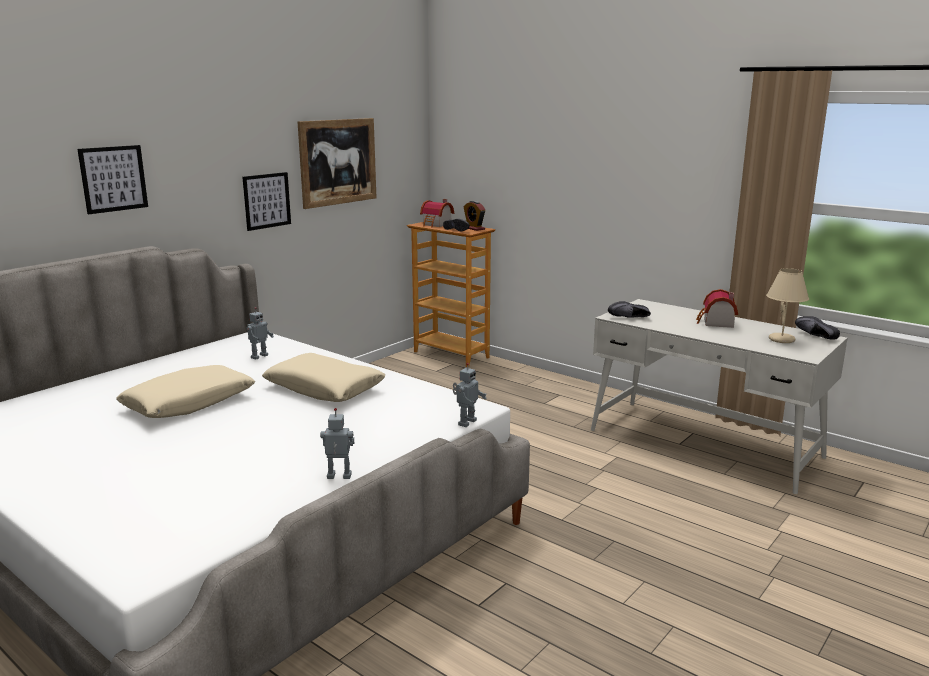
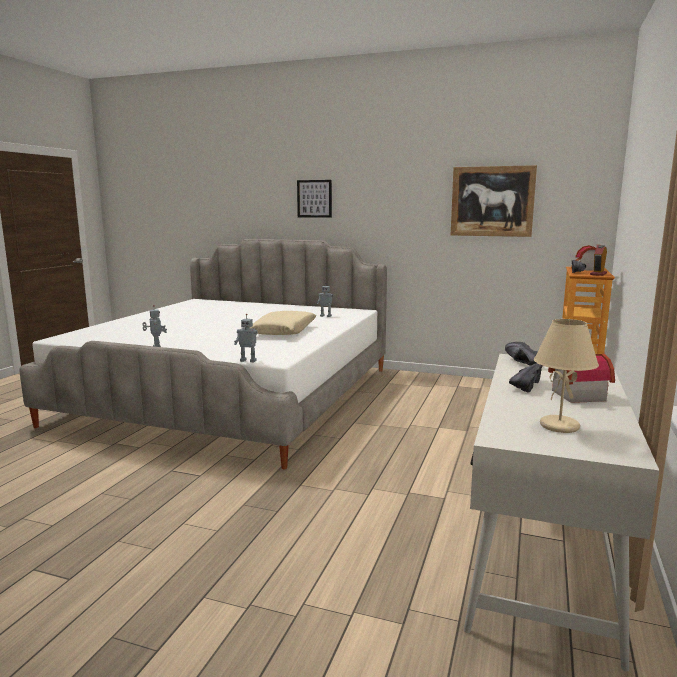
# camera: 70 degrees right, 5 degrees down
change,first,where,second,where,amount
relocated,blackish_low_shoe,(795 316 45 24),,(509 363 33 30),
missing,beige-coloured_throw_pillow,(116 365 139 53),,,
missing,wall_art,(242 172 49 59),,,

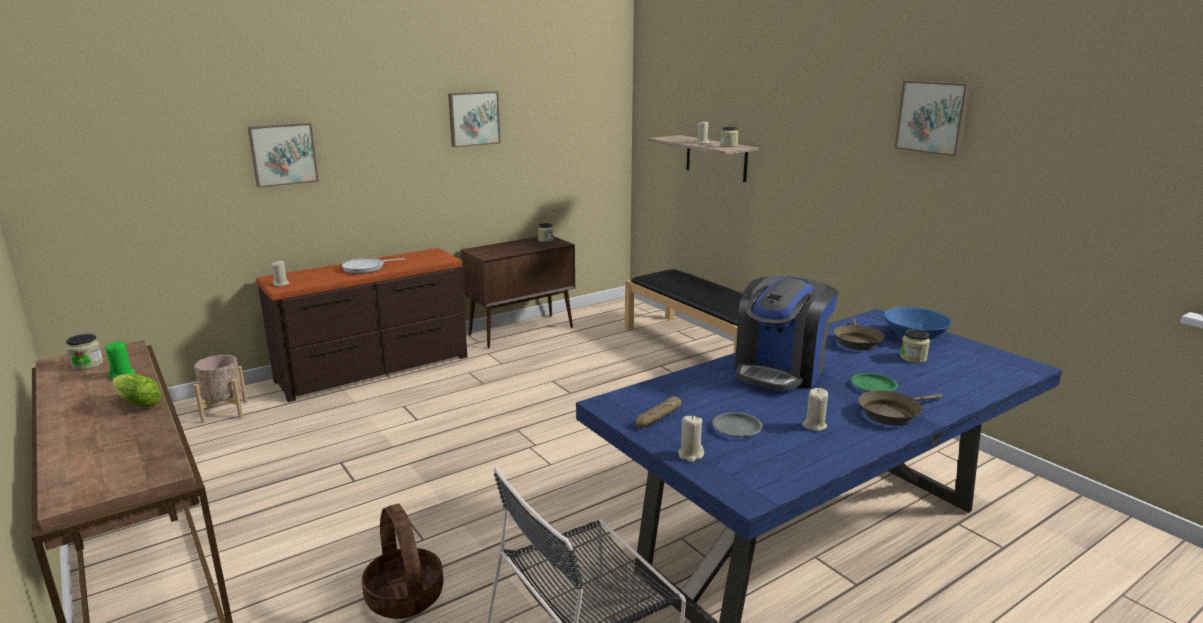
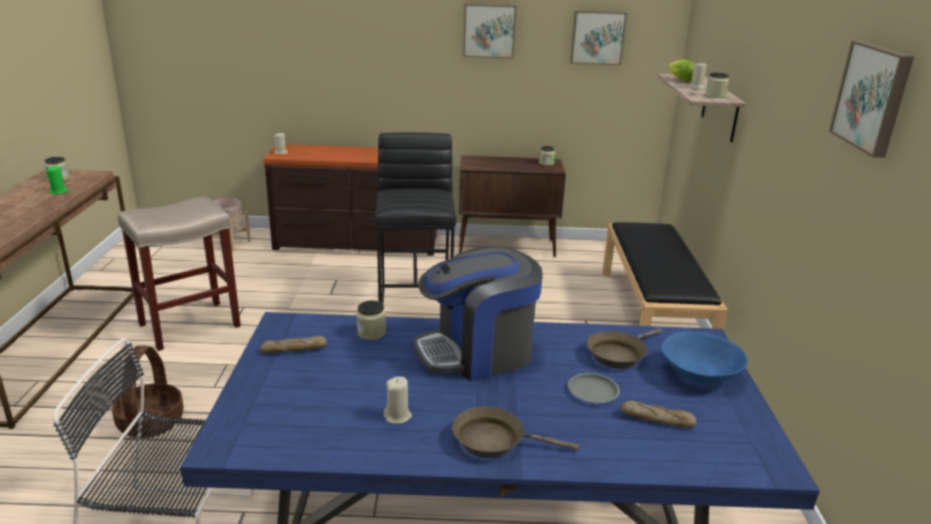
# camera: 35 degrees right, 5 degrees up
change,first,where,second,where,amount
appeared,,,beige-coloured_stool_seat,(118 196 123 155),
relocated,preserve_jar,(900 329 30 34),,(356 300 30 40),
appeared,,,blackish_stool_seat,(375 132 81 172),
relocated,gray_flat_dish,(712 412 51 25),,(568 373 52 30),
relocated,wall_art,(248 123 70 65),,(570 11 57 54),
appeared,,,bakery_bread,(621 401 75 27),
relocated,lettuce,(112 374 50 33),,(668 60 26 22),
missing,skillet,(342 258 63 16),,,
missing,beige-coloured_wax_light,(678 415 26 47),,,
missing,green_flat_dish,(851 373 47 19),,,

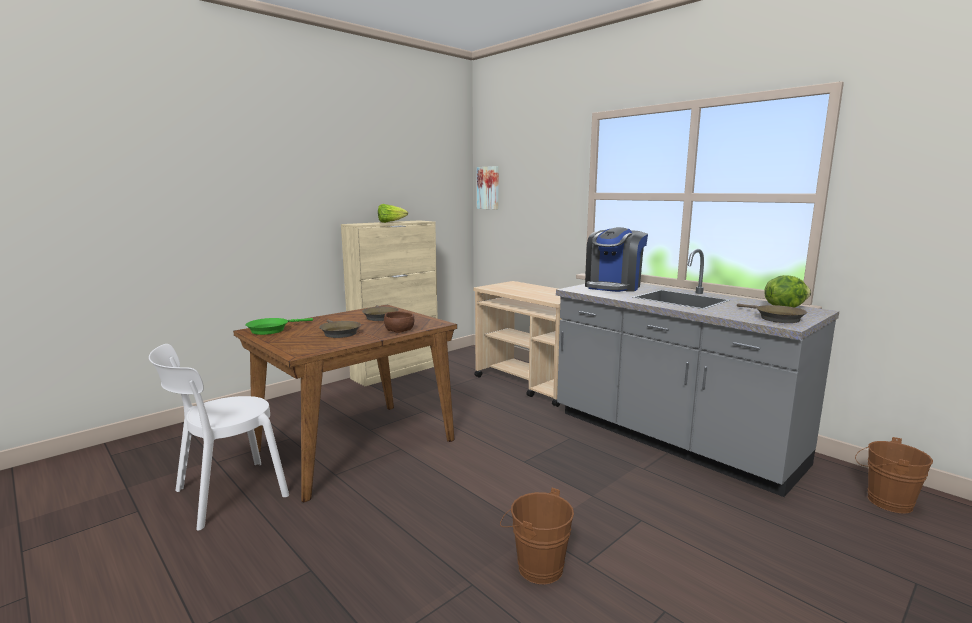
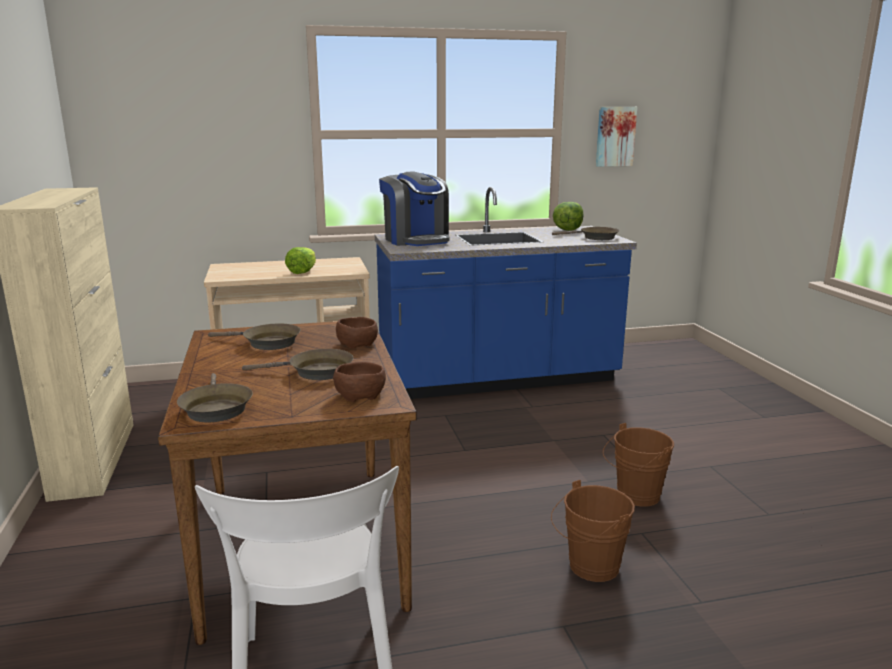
# camera: 60 degrees left, 5 degrees up
change,first,where,second,where,amount
colour,green_skillet,(245 318 68 17),brown-coloured_skillet,(177 373 76 49),
relocated,lettuce,(378 204 30 19),,(285 247 31 27),
appeared,,,brown-coloured_serving_bowl,(333 362 53 40),
colour,gray_kitchen_base_unit,(556 249 283 248),bluish_kitchen_base_unit,(375 187 262 212),
relocated,brown-coloured_water_bucket,(855 437 78 77),,(551 480 84 102),
relocated,wall_art,(477 166 22 43),,(596 107 41 60),

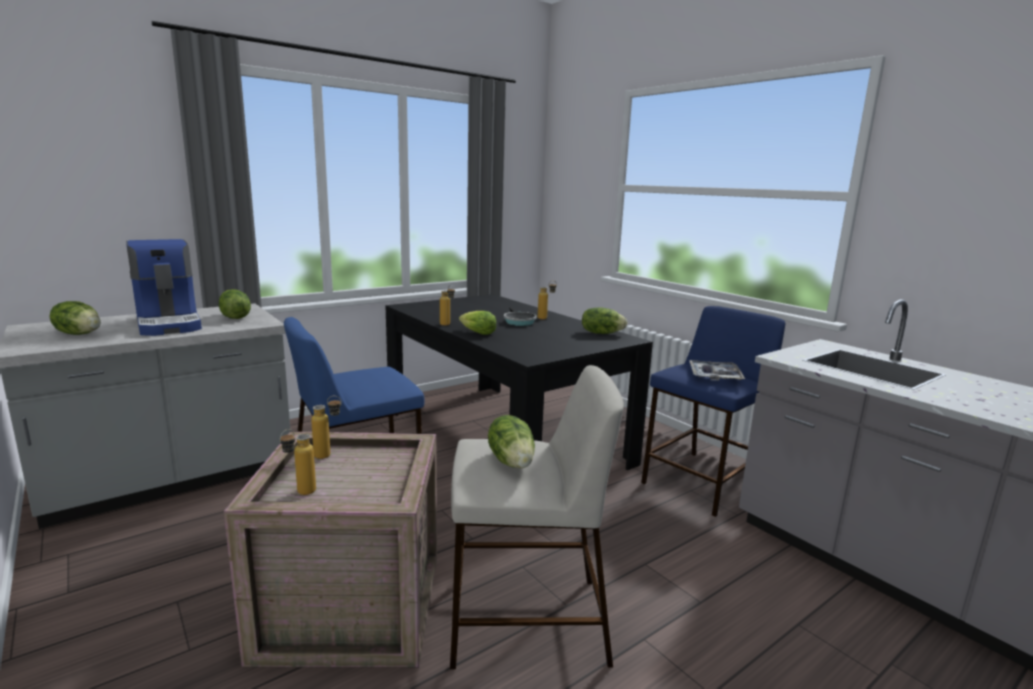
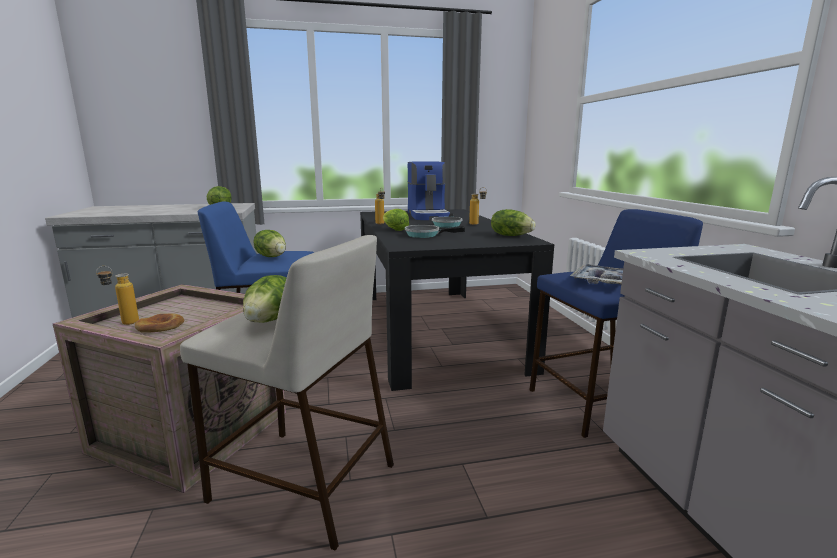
# camera: 25 degrees right, 0 degrees up
change,first,where,second,where,amount
appeared,,,bakery_bread,(135 313 50 19),
relocated,lettuce,(50 301 51 34),,(253 230 33 27),
appeared,,,skillet,(405 225 60 13),
relocated,coffee_machine,(126 239 76 97),,(407 162 43 58),
missing,drink_bottle,(311 396 31 63),,,

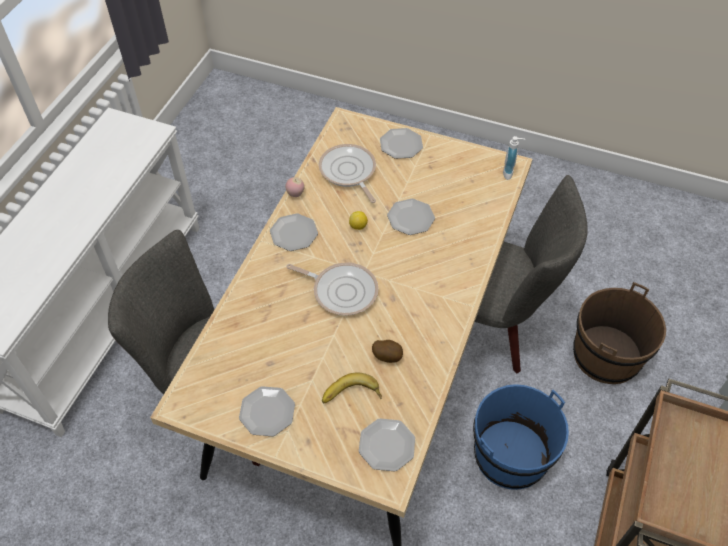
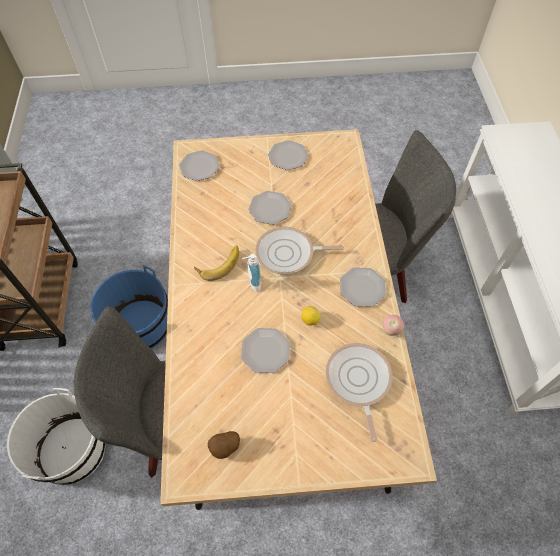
# camera: 155 degrees right, 5 degrees up
change,first,where,second,where,amount
colour,brown-coloured_water_bucket,(573 282 93 102),whitish_water_bucket,(7 388 98 97),
relocated,banana,(322 373 60 30),,(194 245 45 36),
relocated,spud,(372 340 31 23),,(208 431 32 28),
relocated,soap_dispenser,(503 136 23 44),,(242 254 19 38),
relocated,flat_dish,(380 128 43 31),,(248 191 44 34),
spun,skillet,(319 144 57 59),,(326 343 67 99),135 degrees counterclockwise

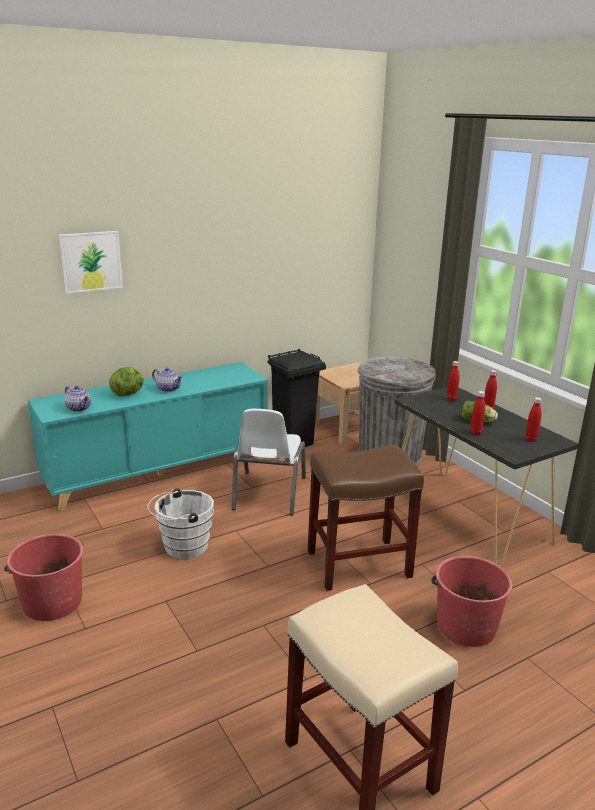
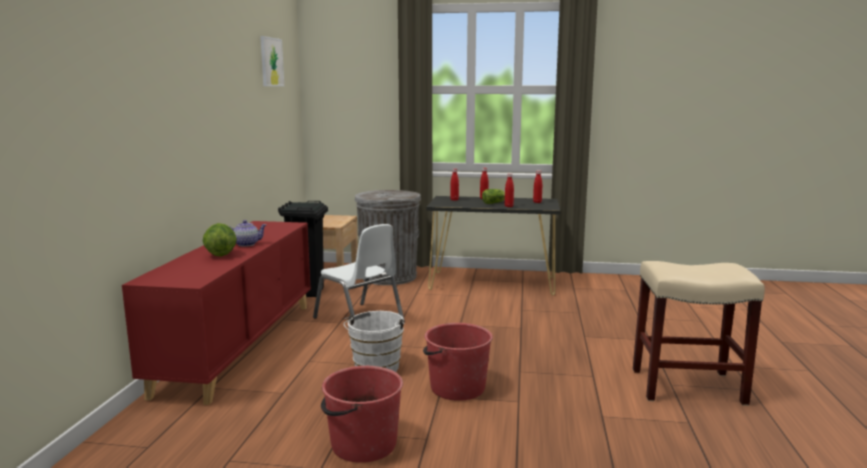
# camera: 50 degrees left, 10 degrees down
change,first,where,second,where,amount
colour,blue-green_cabinet,(28 362 240 149),red-coloured_cabinet,(122 221 189 184),
relocated,wall_art,(59 231 64 63),,(260 36 24 50),
relocated,red-coloured_water_bucket,(431 556 81 91),,(423 323 70 78),
missing,teapot,(64 385 27 27),,,
missing,brown-coloured_stool_seat,(308 445 116 146),,,

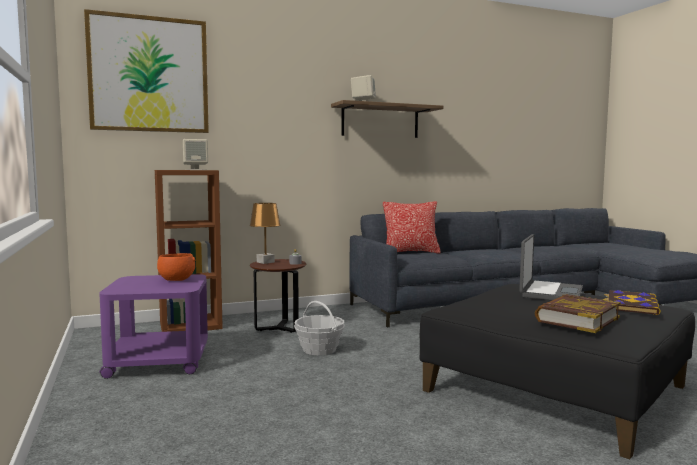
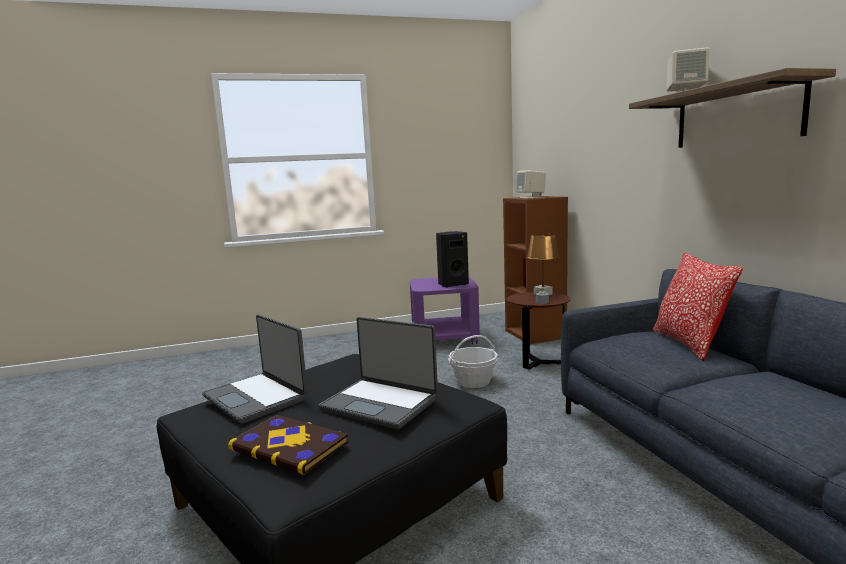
# camera: 95 degrees right, 5 degrees up
change,first,where,second,where,amount
exchanged,volume,(535 294 86 39),laptop,(202 314 106 110),
exchanged,orangey_serving_bowl,(157 253 39 28),blackish_speaker,(436 231 33 57),
missing,wall_art,(84 9 125 124),,,

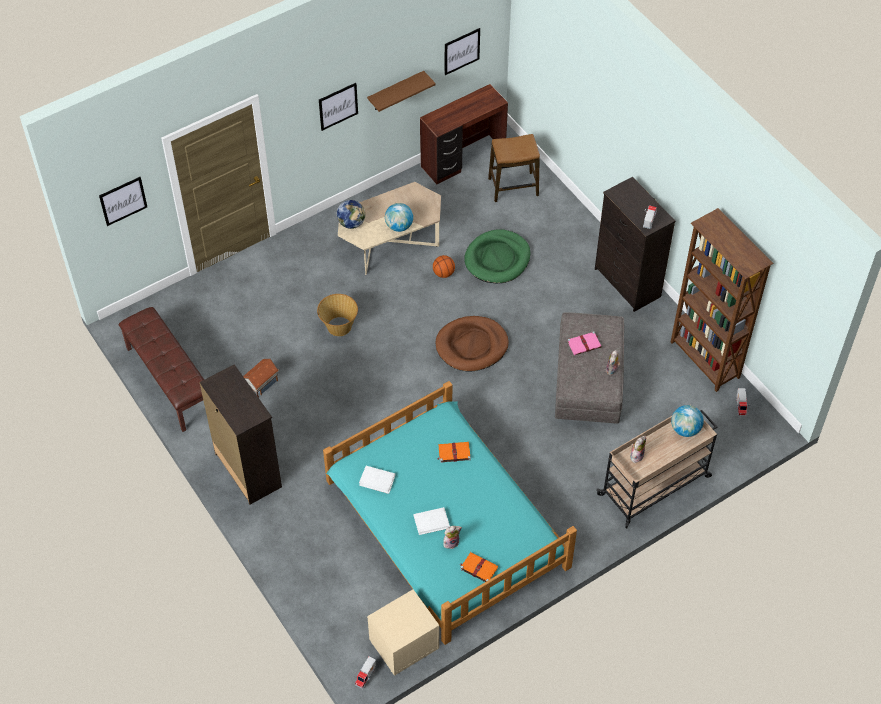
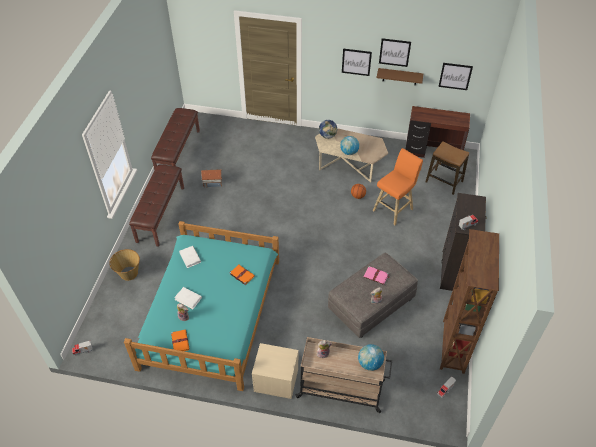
# camera: 45 degrees right, 5 degrees down
change,first,where,second,where,amount
relocated,household_basket,(317 294 41 42),,(109 249 31 32),
exchanged,blackish_drawer_chest,(199 364 83 141),brown-coloured_bench,(129 164 55 83),
relocated,beige-coloured_night_table,(367 589 72 87),,(252 343 46 56),
exchanged,green_dog_bed,(464 229 67 54),orangey_stool_seat,(373 148 50 77),
relocated,wall_art,(99 177 48 49),,(379 38 32 29),
missing,brown-coloured_dog_bed,(436 316 73 55),,,

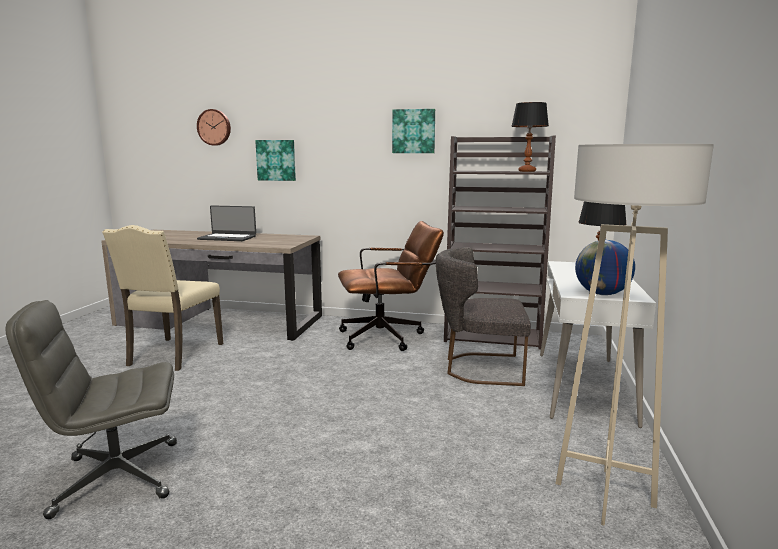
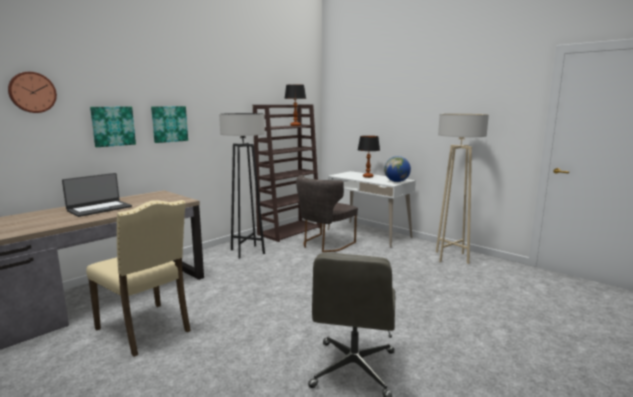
# camera: 60 degrees left, 0 degrees up
change,first,where,second,where,amount
relocated,wall_art,(392 109 43 44),,(151 106 37 37),
exchanged,brown-coloured_desk_chair,(338 221 106 130),gray_standard_lamp,(219 113 46 146),

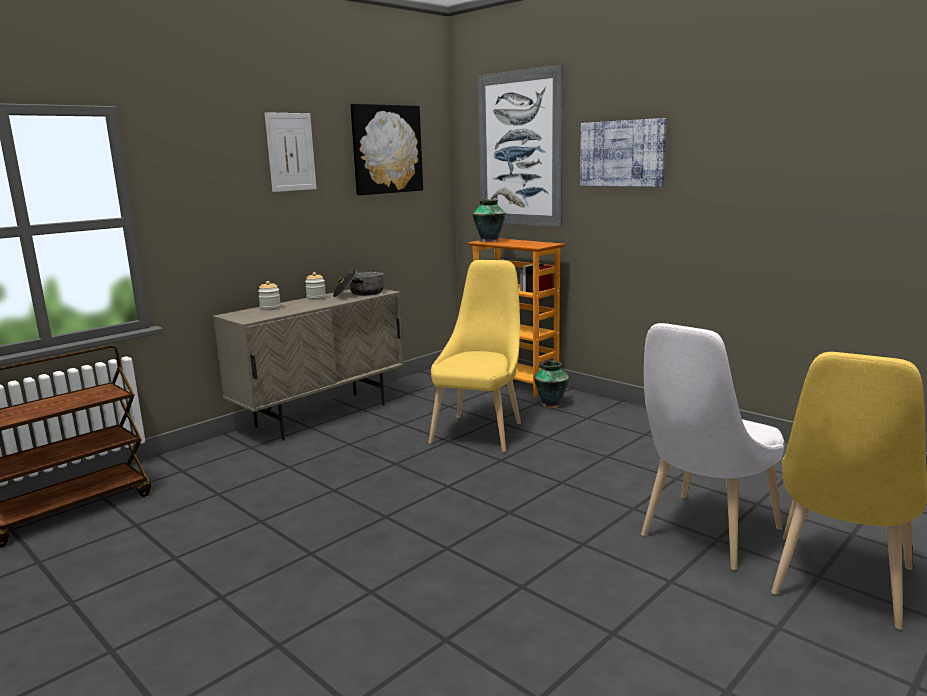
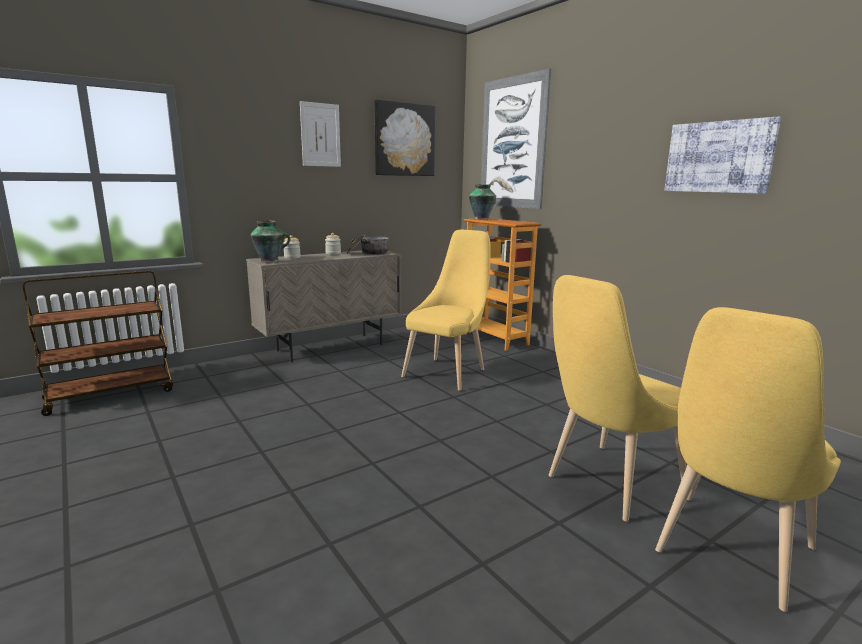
# camera: 10 degrees right, 0 degrees up
change,first,where,second,where,amount
relocated,vase,(534 361 35 47),,(250 221 40 42),
colour,whitish_upright_chair,(641 323 143 247),yellow_upright_chair,(549 275 138 247),
relocated,wall_art,(580 118 87 69),,(664 116 117 78),

